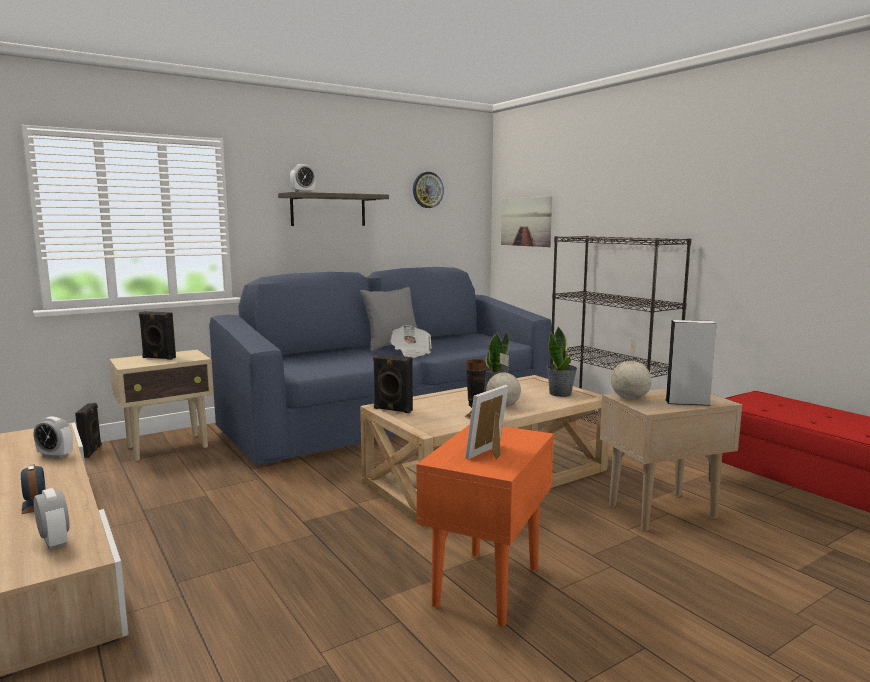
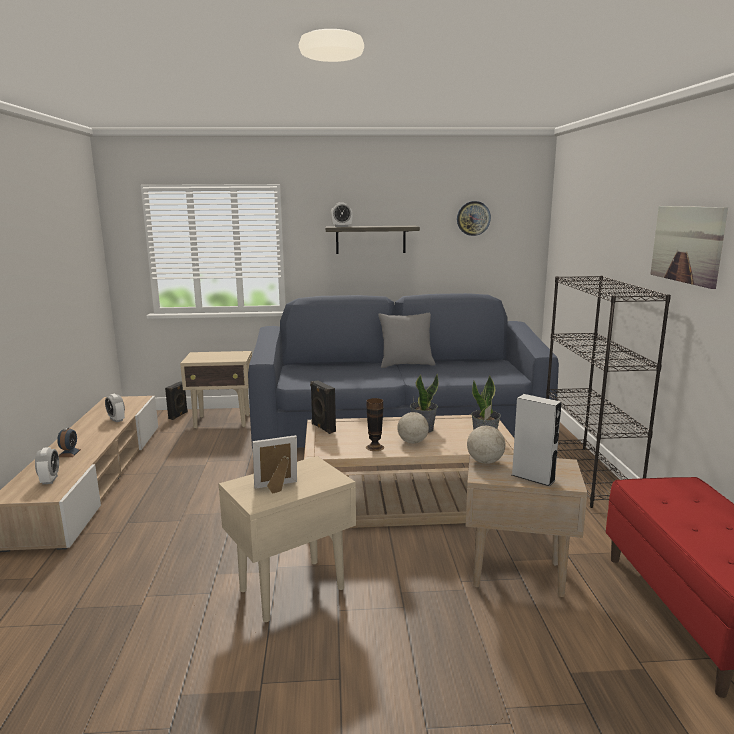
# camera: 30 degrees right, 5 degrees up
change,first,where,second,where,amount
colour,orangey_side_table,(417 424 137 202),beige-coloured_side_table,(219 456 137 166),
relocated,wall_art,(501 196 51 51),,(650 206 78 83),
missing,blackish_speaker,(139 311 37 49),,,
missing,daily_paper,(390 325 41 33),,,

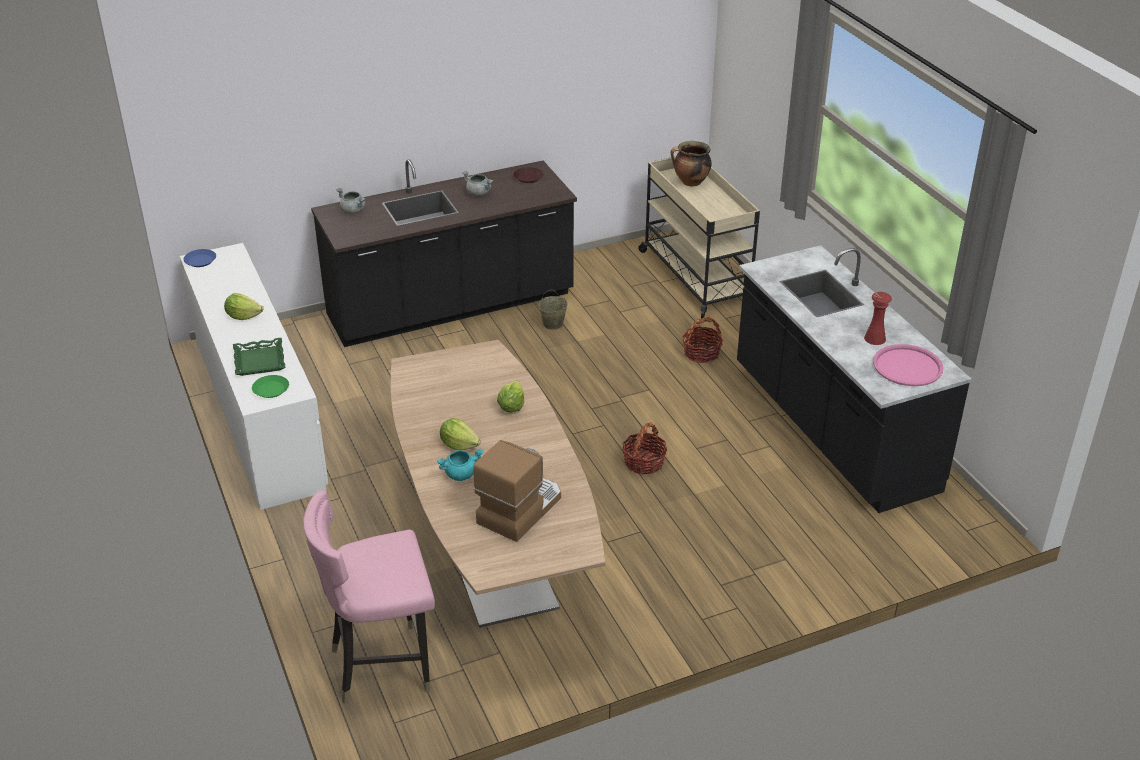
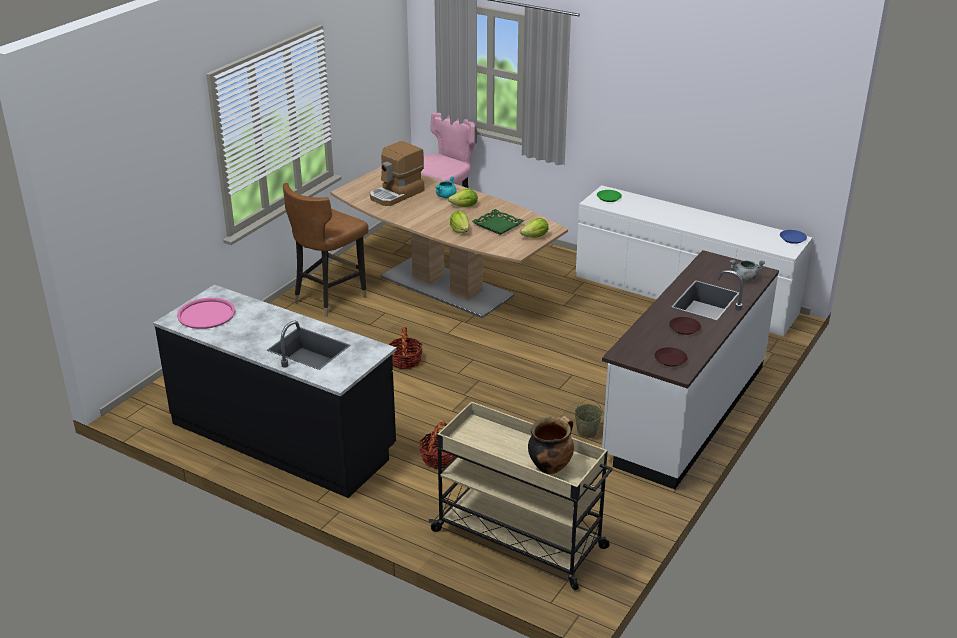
# camera: 145 degrees right, 5 degrees down
change,first,where,second,where,amount
appeared,,,brown-coloured_upright_chair,(283 183 86 134),
spun,coffee_machine,(473 440 88 102),,(370 141 54 65),45 degrees clockwise
relocated,green_tray,(233 338 52 38),,(472 209 52 26),
relocated,lettuce,(224 293 39 27),,(520 218 29 20),
colour,blackish_kitchen_base_unit,(311 159 266 188),whitish_kitchen_base_unit,(602 250 177 239),
exchanged,gray_saucepot,(462 171 31 25),brown-coloured_flat_dish,(669 317 32 18),
missing,red-coloured_vase,(864 292 28 53),,,

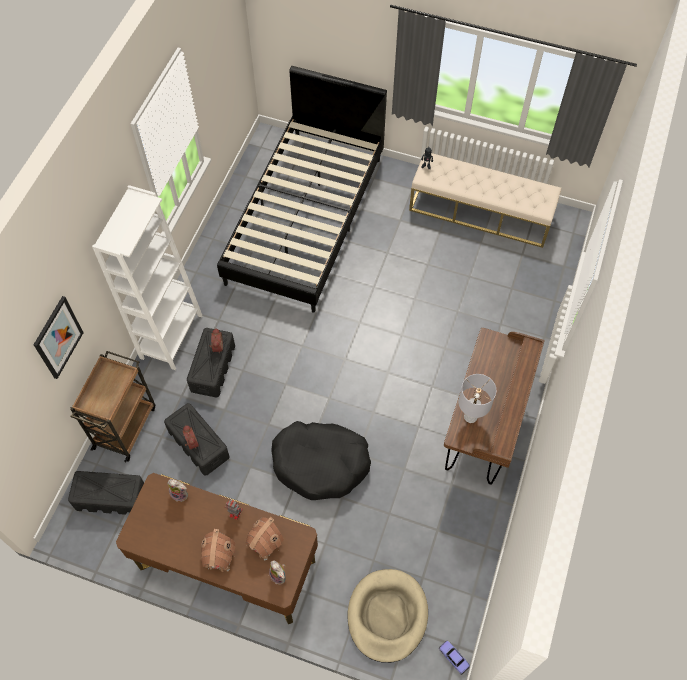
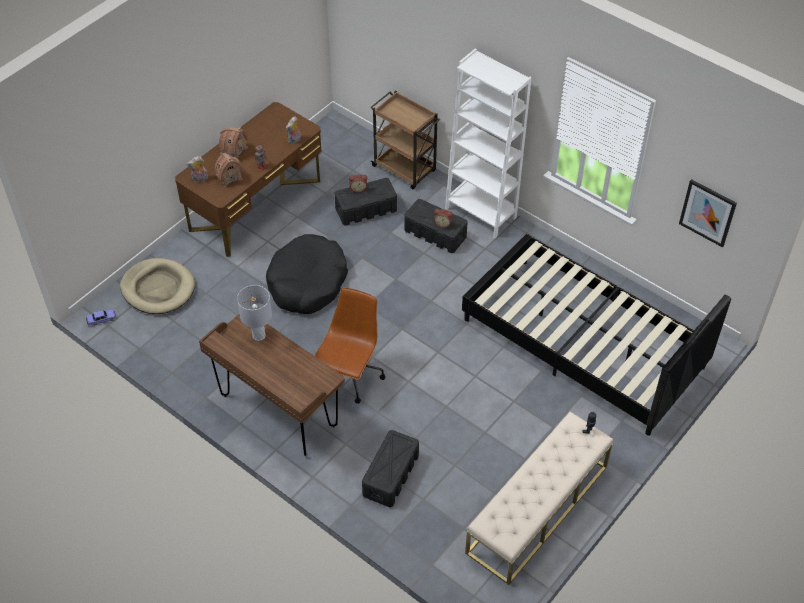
# camera: 110 degrees right, 10 degrees down
change,first,where,second,where,amount
appeared,,,brown-coloured_desk_chair,(315 288 71 116),
relocated,blackish_storage_box,(68 471 76 44),,(362 430 57 77),
relocated,wall_art,(33 296 51 83),,(679 179 58 68),

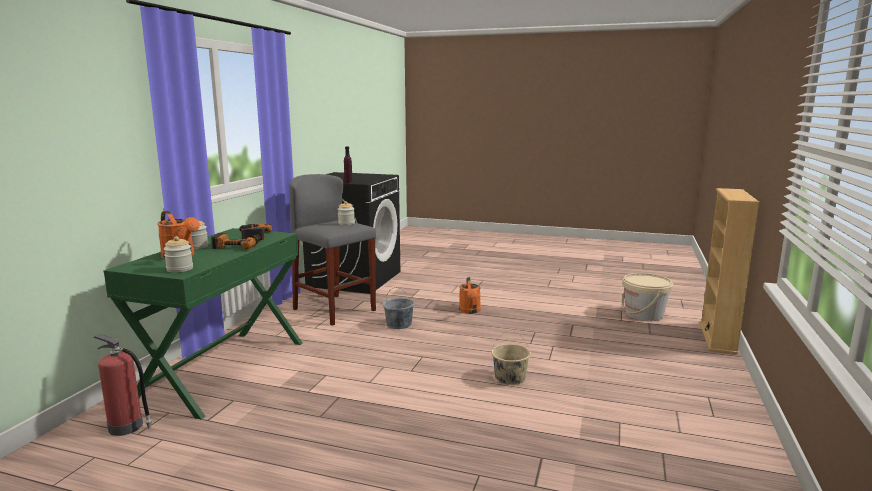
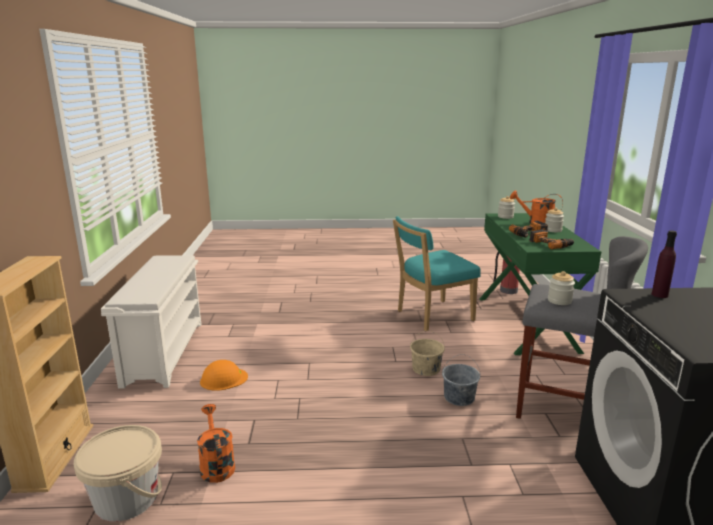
# camera: 160 degrees right, 5 degrees up
change,first,where,second,where,amount
appeared,,,whitish_shoe_shelf,(101 255 100 133),
relocated,orangey_watering_can,(459 277 22 37),,(197 404 38 79),
appeared,,,orangey_safety_helmet,(200 360 48 31),
appeared,,,blue-green_upright_chair,(393 216 88 115),
relocated,beige-coloured_water_bucket,(492 331 39 54),,(410 330 35 46),

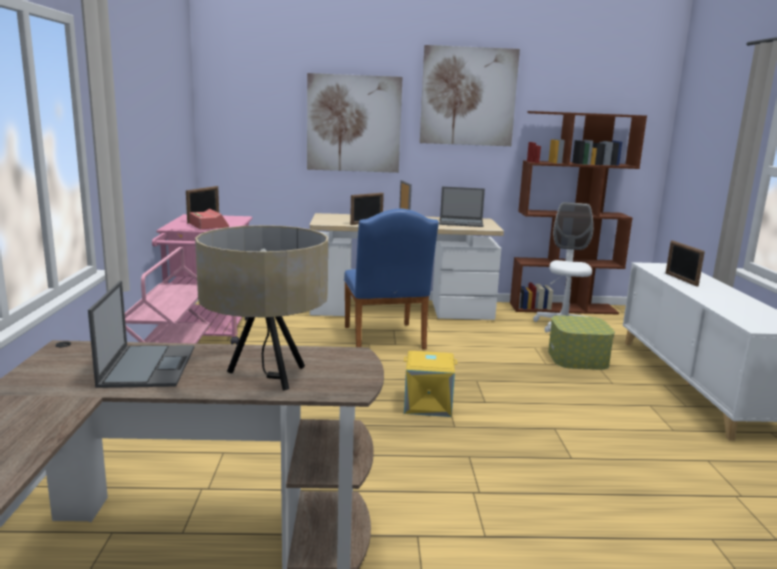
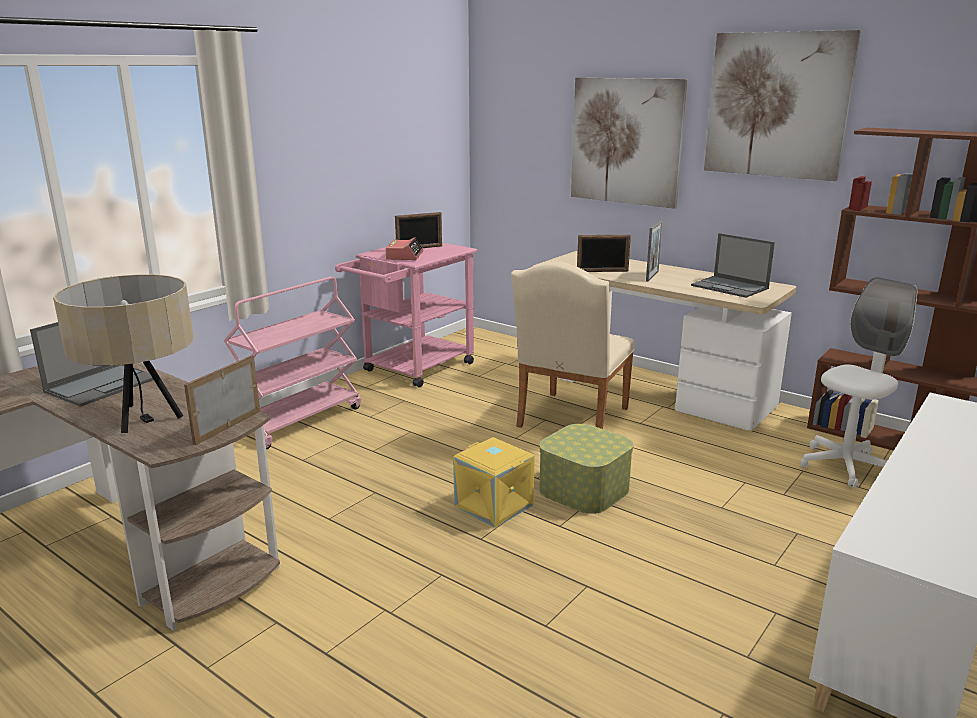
# camera: 40 degrees right, 5 degrees up
change,first,where,second,where,amount
relocated,standing_frame,(666 241 39 45),,(184 355 76 90),
colour,bluish_upright_chair,(344 209 95 141),beige-coloured_upright_chair,(511 262 124 167),
relocated,storage_box,(548 315 67 55),,(539 424 95 90),

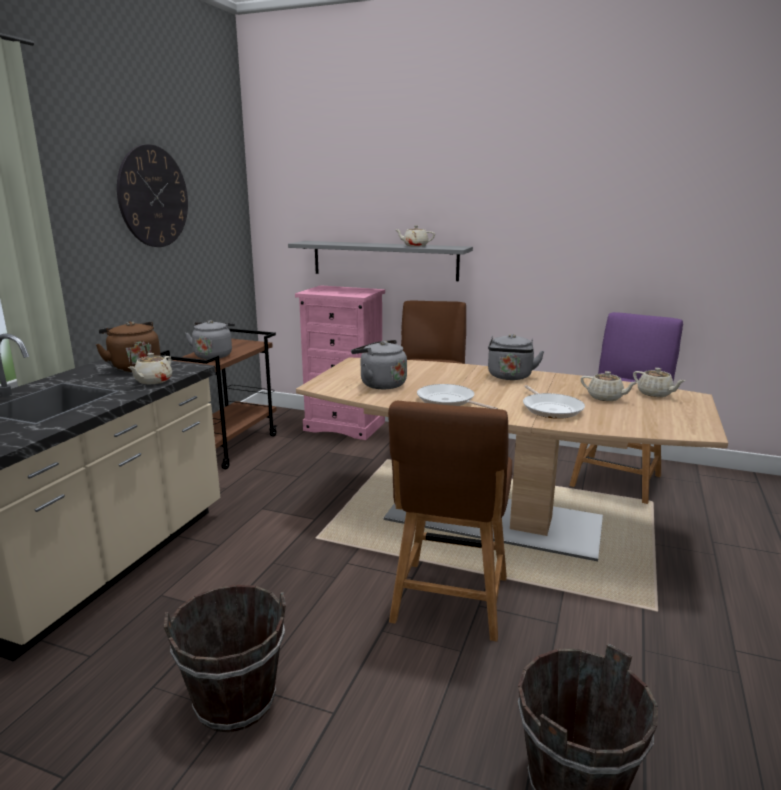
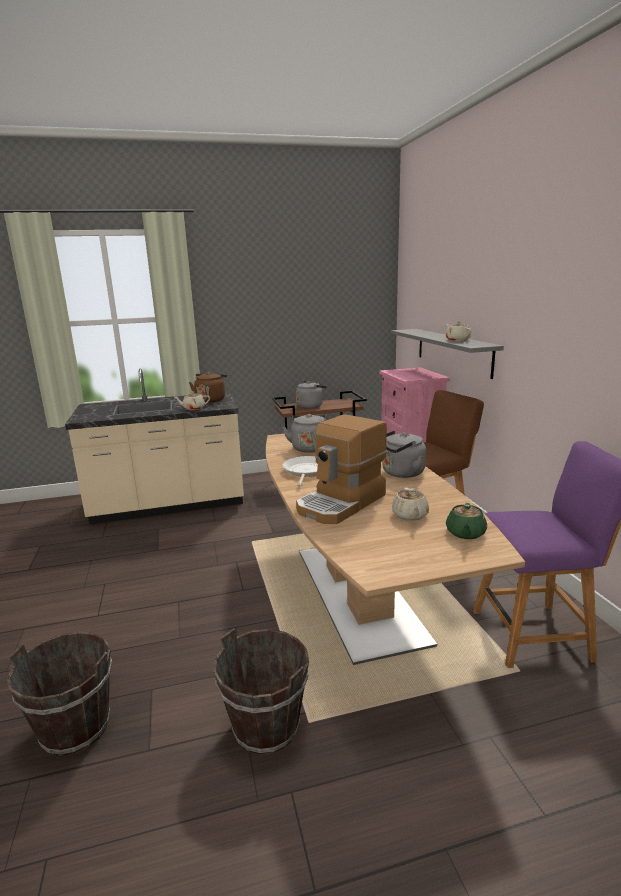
# camera: 55 degrees right, 0 degrees up
change,first,where,second,where,amount
relocated,brown-coloured_water_bucket,(164 585 122 147),,(213 628 96 127),
exchanged,skillet,(523 385 62 34),coffee_machine,(296 414 91 110),
colour,beige-coloured_teapot,(633 368 53 29),green_teapot,(446 503 41 36),
missing,wall_clock,(117 144 71 103),,,
missing,brown-coloured_upright_chair,(388 401 124 241),,,

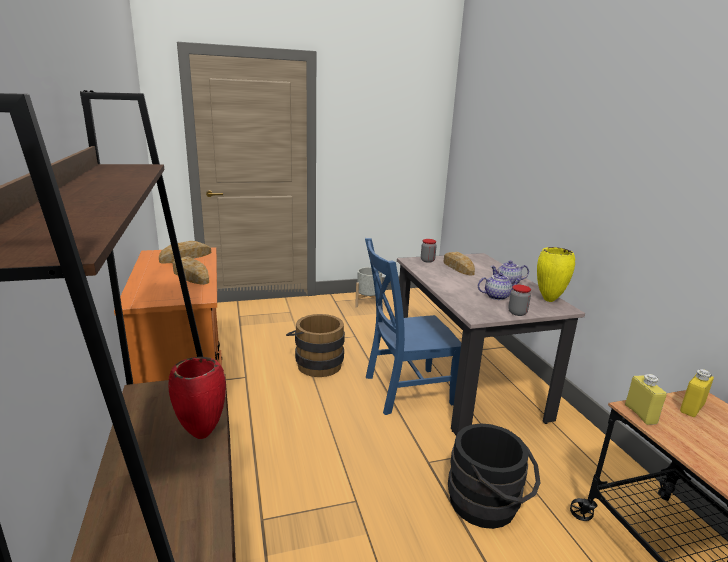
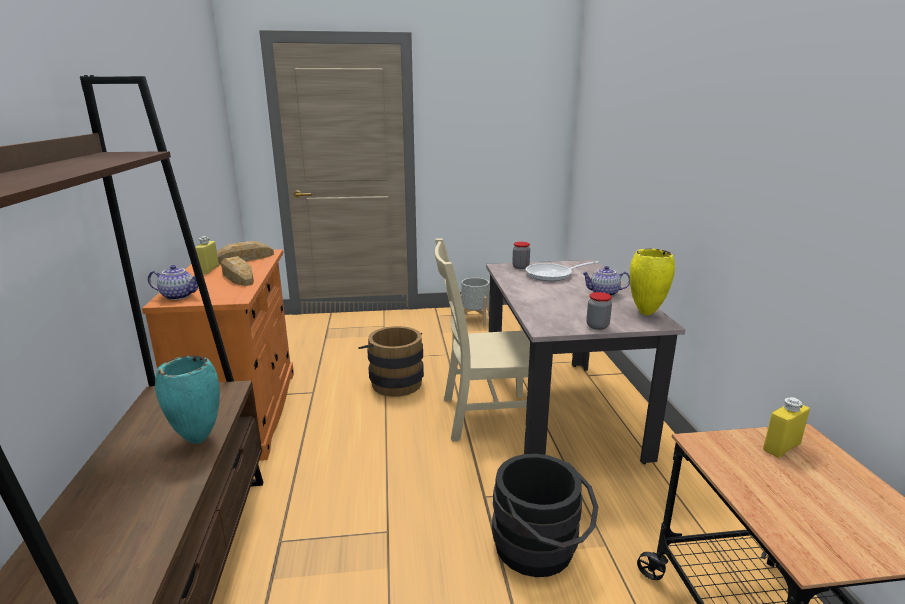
# camera: 10 degrees right, 0 degrees up
change,first,where,second,where,amount
relocated,teapot,(478 273 43 27),,(148 265 50 35),
colour,red-coloured_vase,(168 357 58 82),blue-green_vase,(155 355 65 89),
relocated,yellow_drink_bottle,(625 374 42 51),,(195 236 24 38),
colour,bluish_upright_chair,(365 238 96 177),beige-coloured_upright_chair,(435 238 95 204),
exchanged,bakery_bread,(443 252 32 24),skillet,(526 261 73 20),

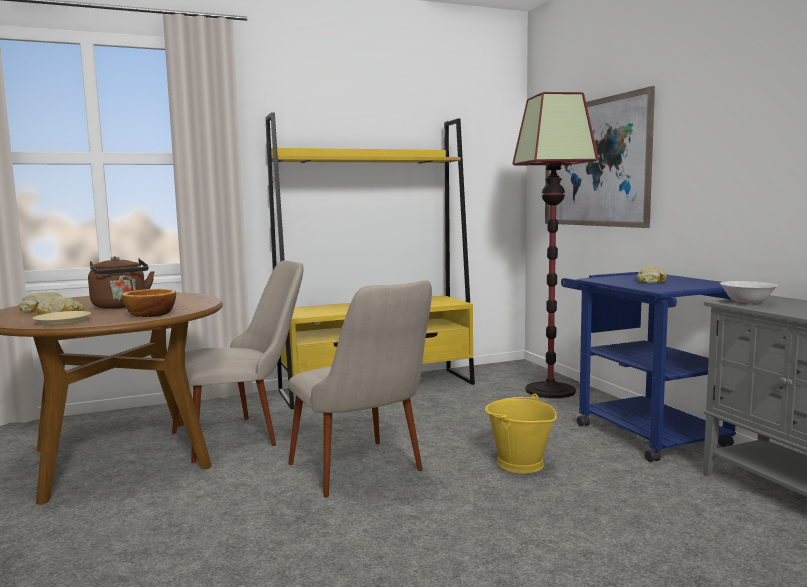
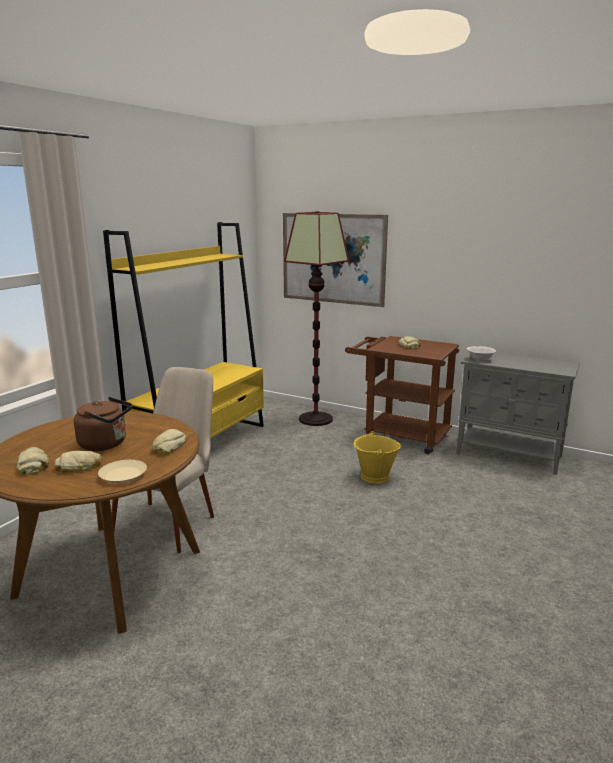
# camera: 40 degrees left, 10 degrees up
change,first,where,second,where,amount
exchanged,serving_bowl,(122 289 54 28),bakery_bread,(152 429 34 26),
colour,bluish_cart,(561 272 175 190),brown-coloured_cart,(345 336 114 118),
missing,beige-coloured_upright_chair,(288 280 144 218),,,

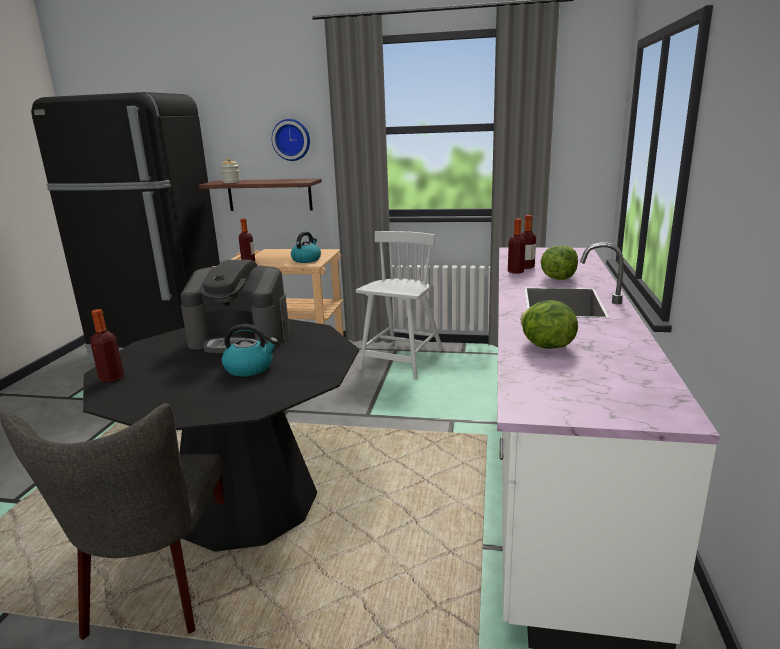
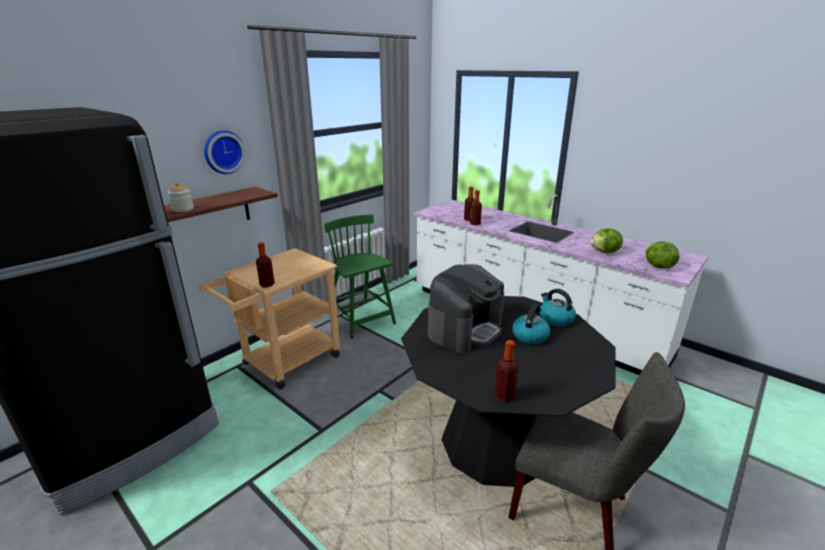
# camera: 60 degrees left, 5 degrees up
change,first,where,second,where,amount
colour,whitish_upright_chair,(356 231 87 148),green_upright_chair,(324 214 72 125),
relocated,kettle,(291 232 30 31),,(540 289 36 37),
relocated,lettuce,(541 246 37 34),,(645 242 34 26),

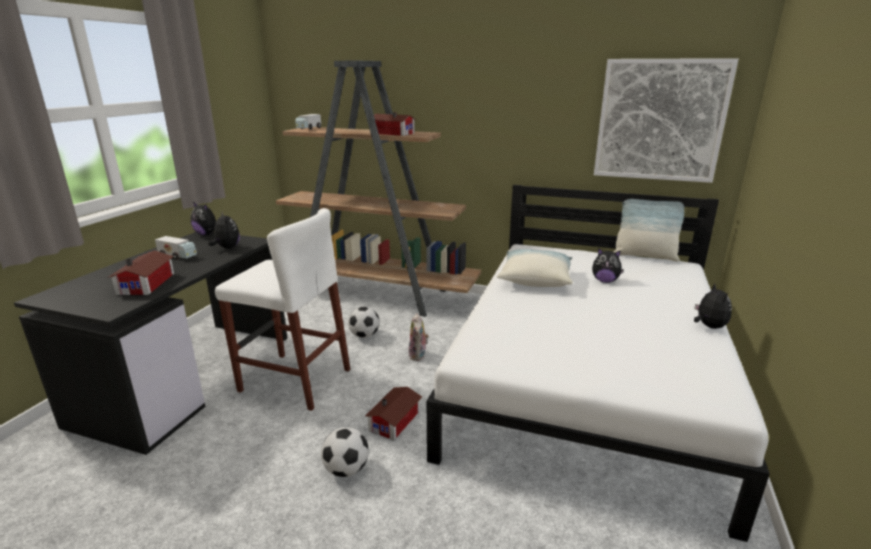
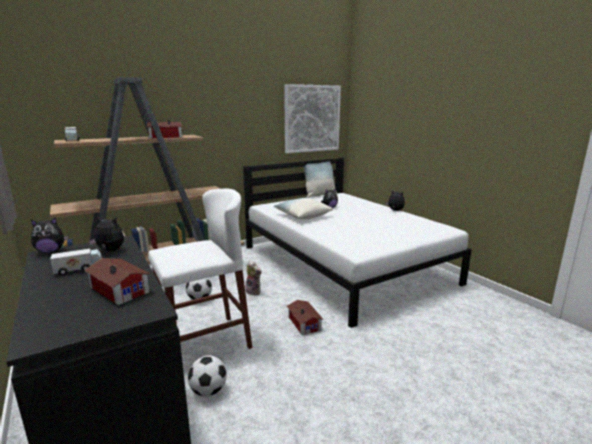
# camera: 50 degrees left, 5 degrees down
change,first,where,second,where,amount
relocated,ball_for_football,(321 427 48 50),,(188 355 39 42),

